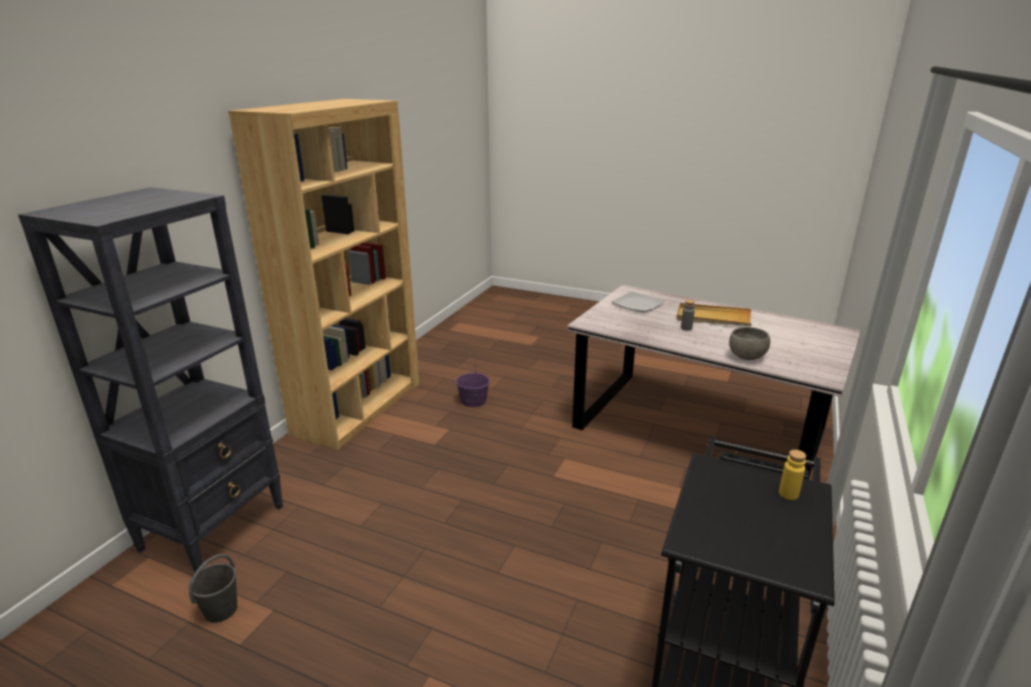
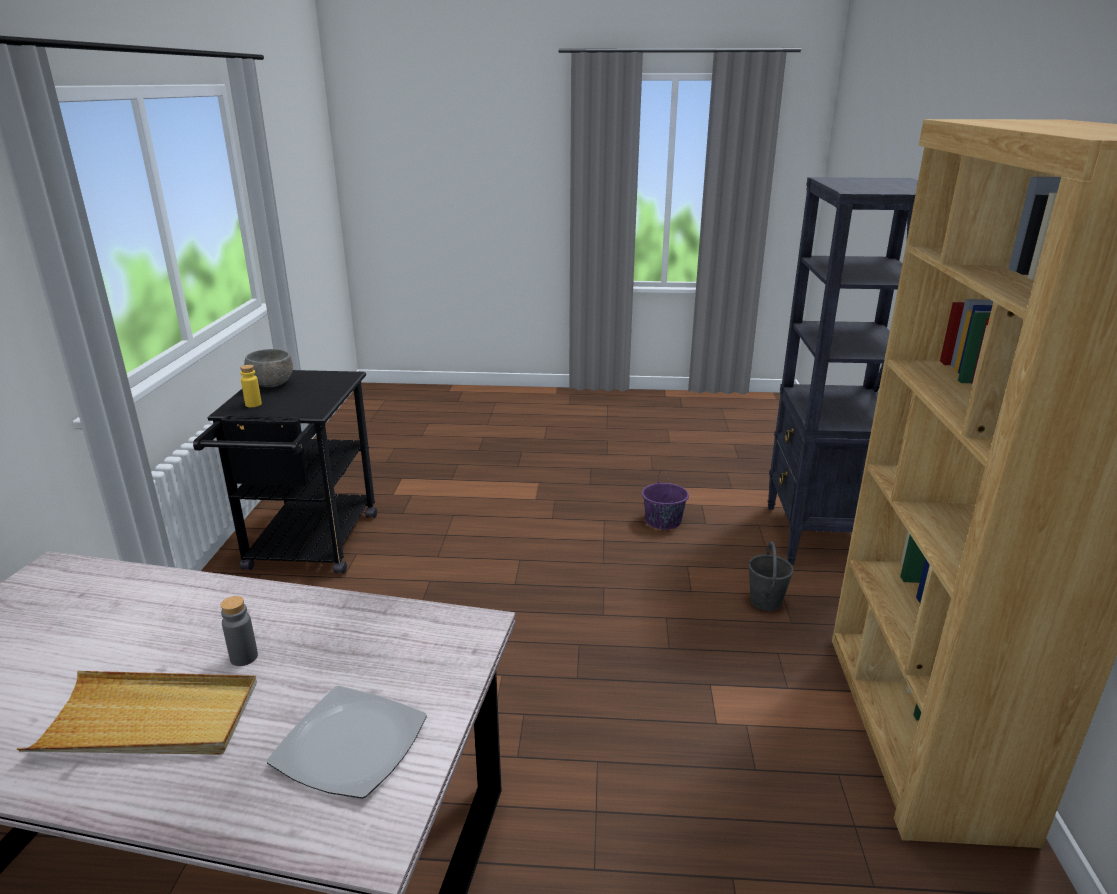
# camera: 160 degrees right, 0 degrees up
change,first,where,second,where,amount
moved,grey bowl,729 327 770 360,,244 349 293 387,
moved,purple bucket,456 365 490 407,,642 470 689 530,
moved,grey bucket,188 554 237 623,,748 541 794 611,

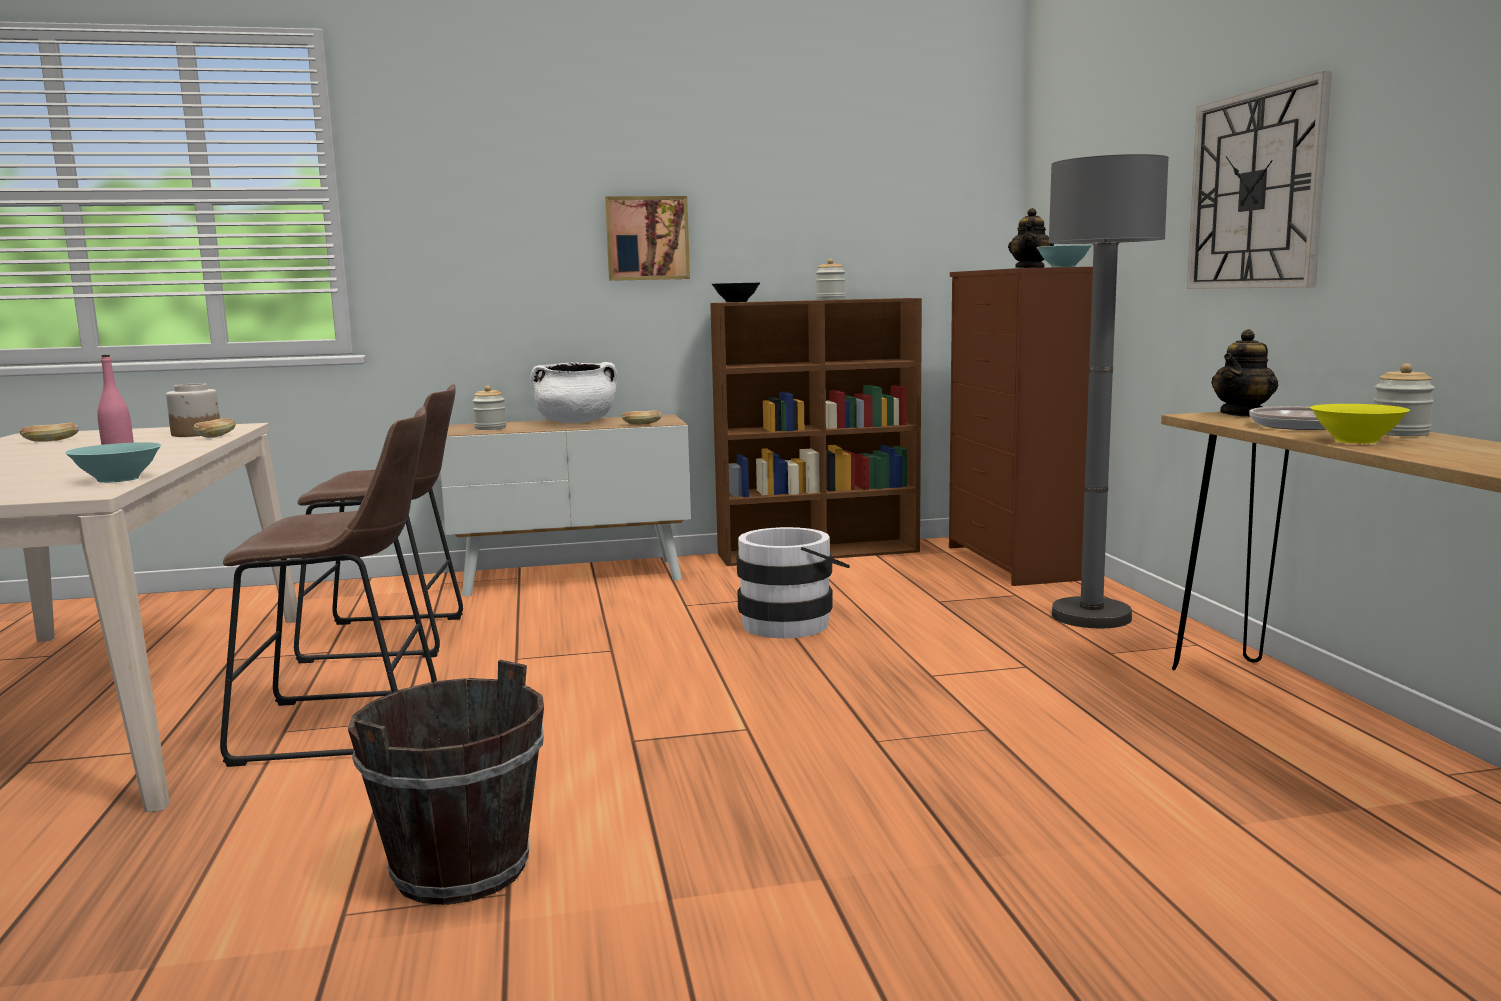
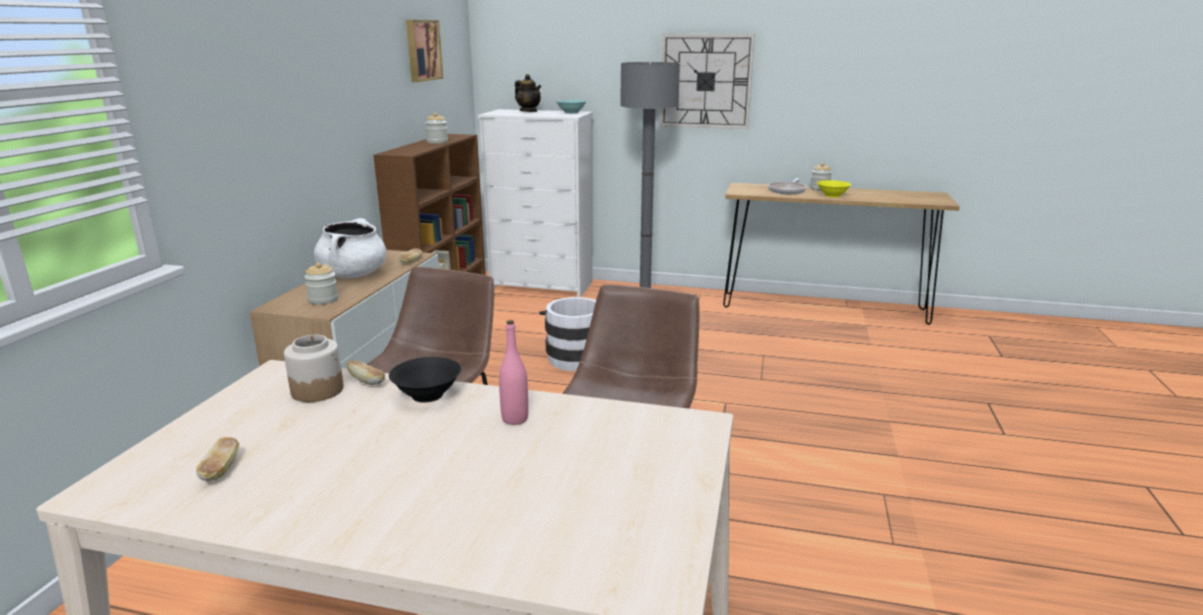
# camera: 65 degrees left, 10 degrees up
change,first,where,second,where,amount
moved,black bowl,712 283 760 302,,389 357 461 402,
moved,picture,605 196 690 281,,406 20 443 82,
recoloured,brown dresser,949 267 1093 586,white dresser,478 109 593 297,
removed,turquoise bowl,65 442 161 483,,,
removed,brown bucket,348 660 544 905,,,
removed,teapot,1211 329 1278 417,,,

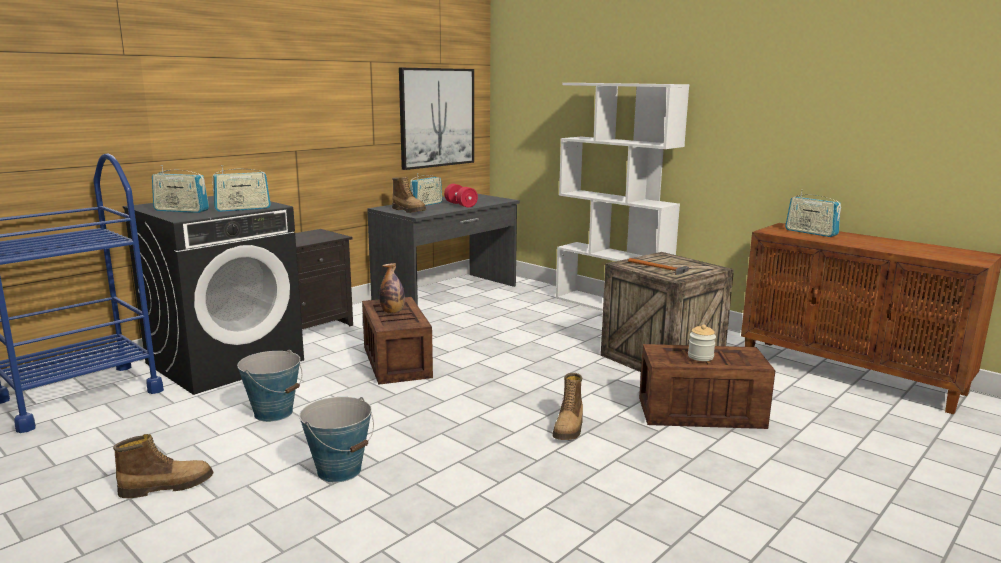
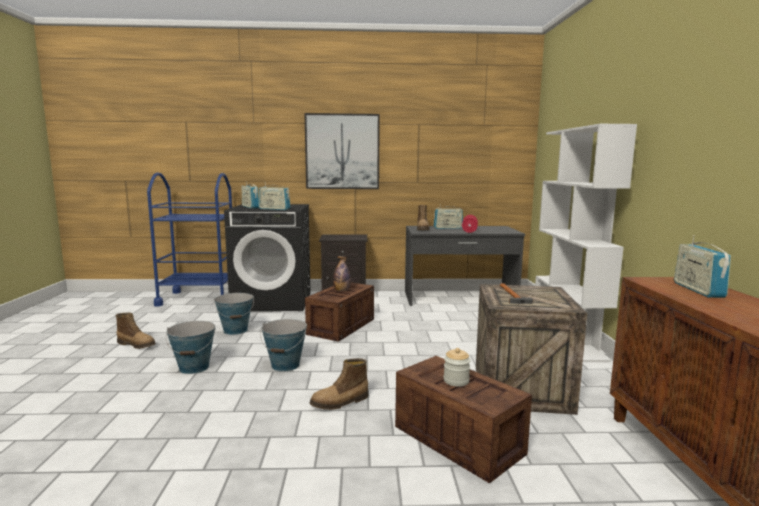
# camera: 45 degrees right, 5 degrees down
change,first,where,second,where,amount
added,,,bucket,260 319 307 372,
moved,picture,399 68 474 170,,305 113 380 189,

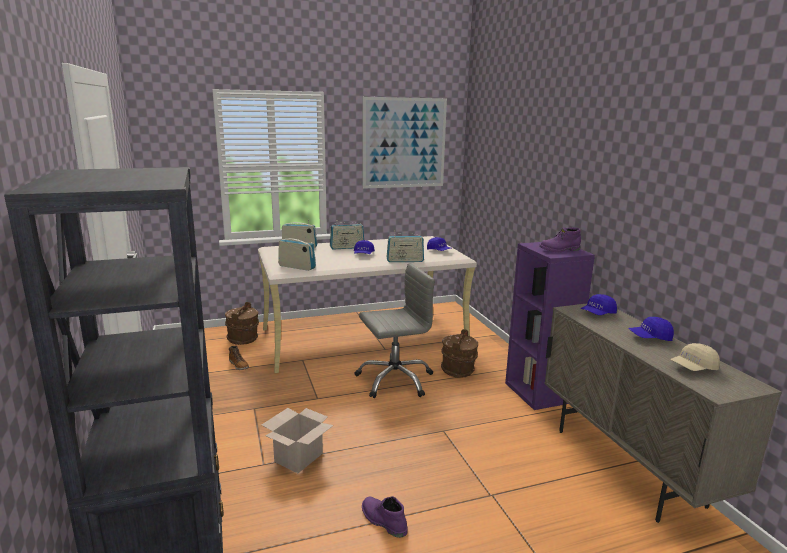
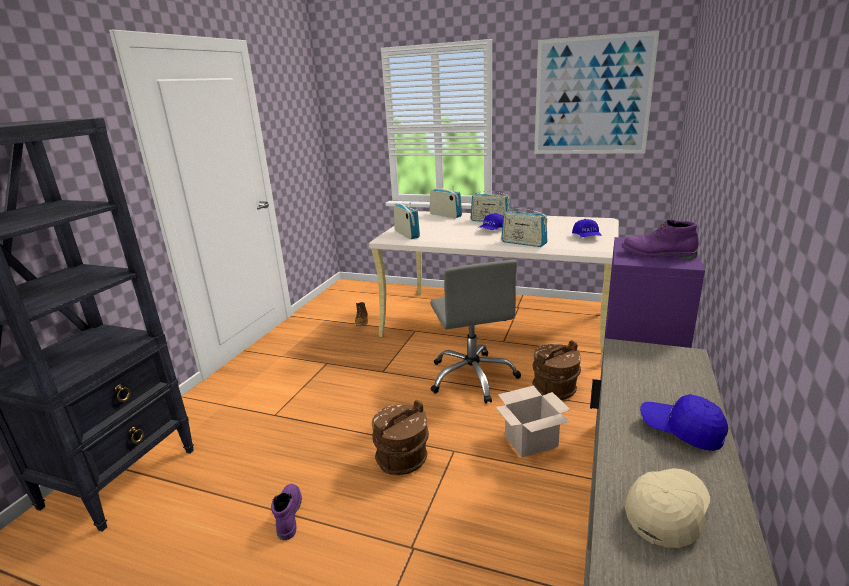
# camera: 40 degrees right, 5 degrees up
change,first,where,second,where,amount
moved,brown bucket,225 302 259 345,,372 400 429 475,
turned,grey office chair,354 263 435 398,,430 260 521 403,60 degrees clockwise
moved,cardboard box,262 408 334 473,,496 385 571 458,
turned,beige cap,670 343 720 371,,625 468 710 548,120 degrees clockwise
removed,blue cap,581 294 617 315,,,

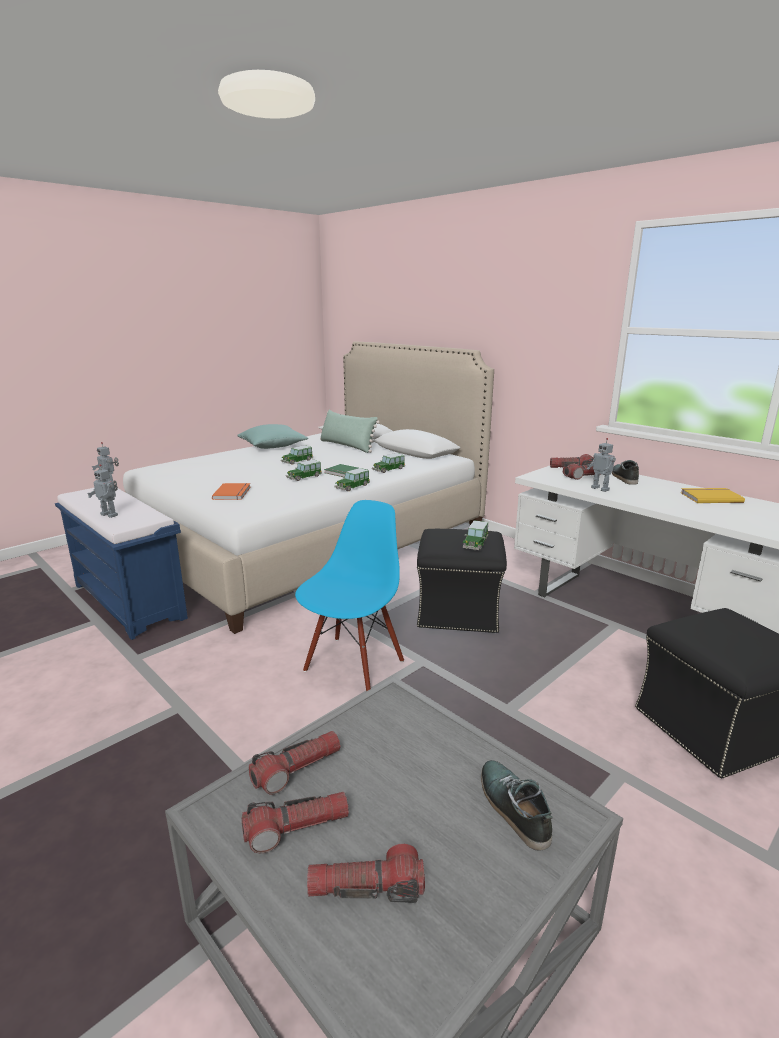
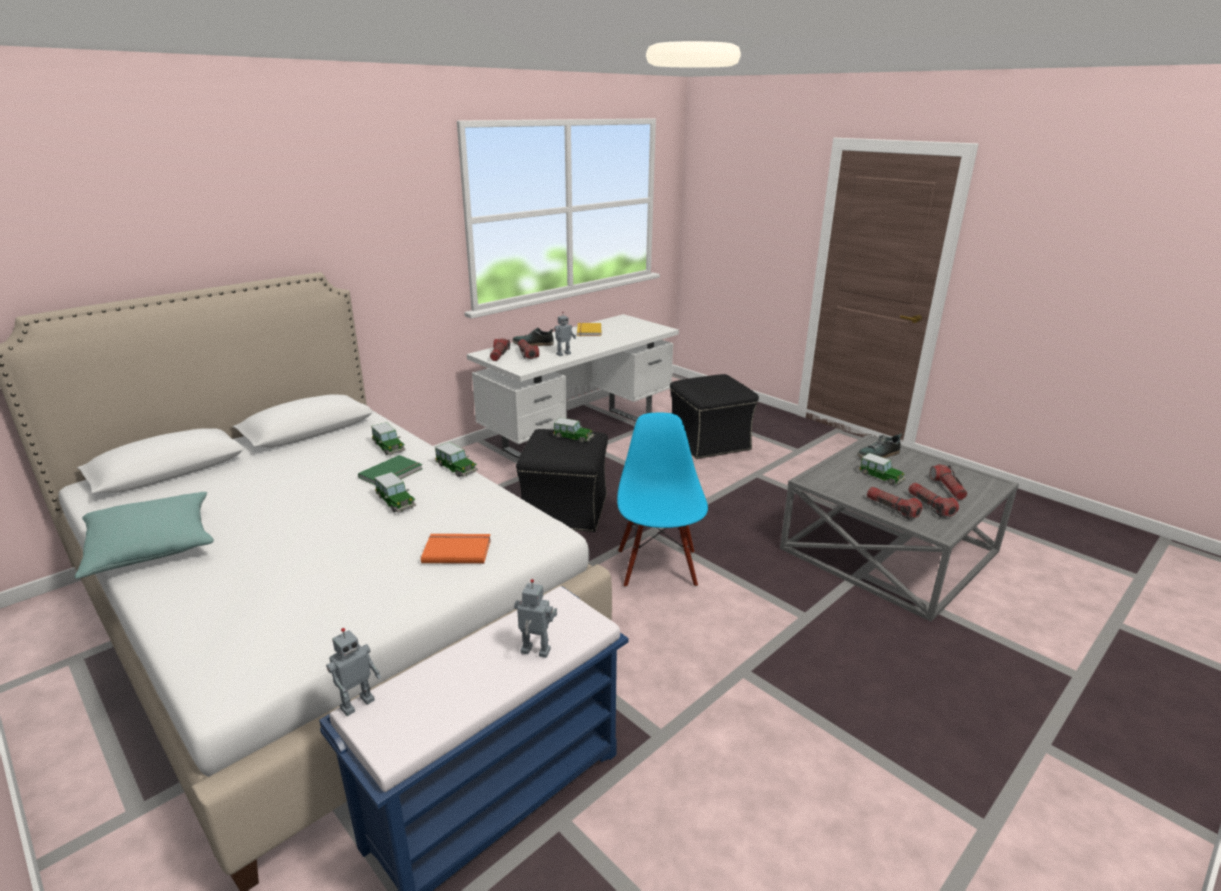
# camera: 90 degrees left, 5 degrees up
change,first,where,second,where,amount
turned,toy robot,87 464 118 518,,514 579 557 658,105 degrees counterclockwise
turned,blue chair,295 500 404 691,,617 413 708 588,60 degrees clockwise
moved,toy car,281 445 313 465,,858 453 906 485,
removed,green pillow,320 410 380 453,,,

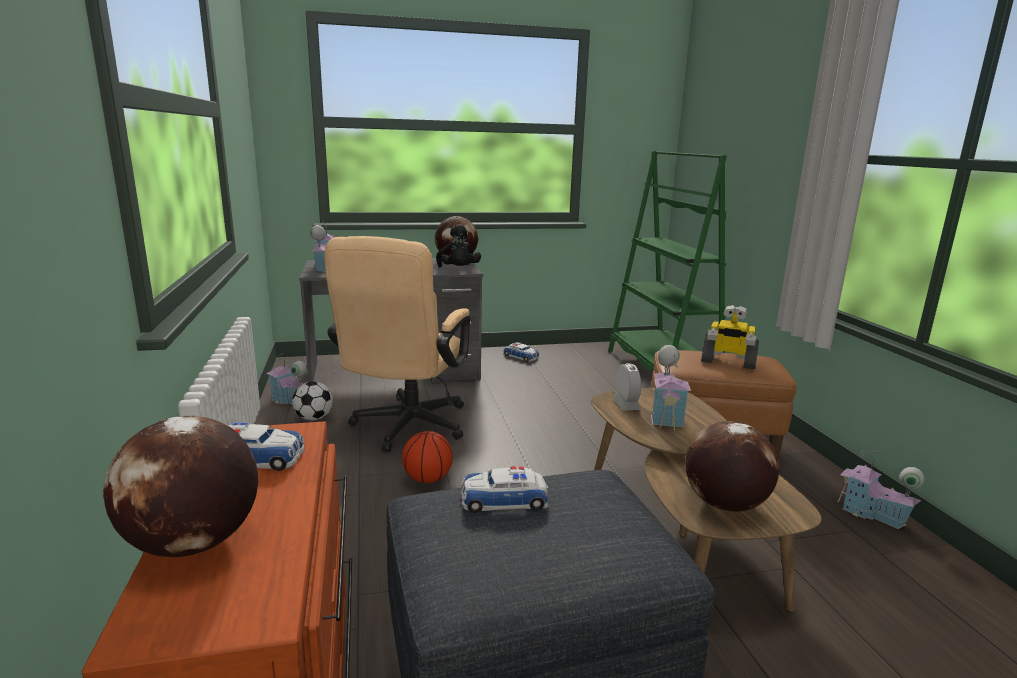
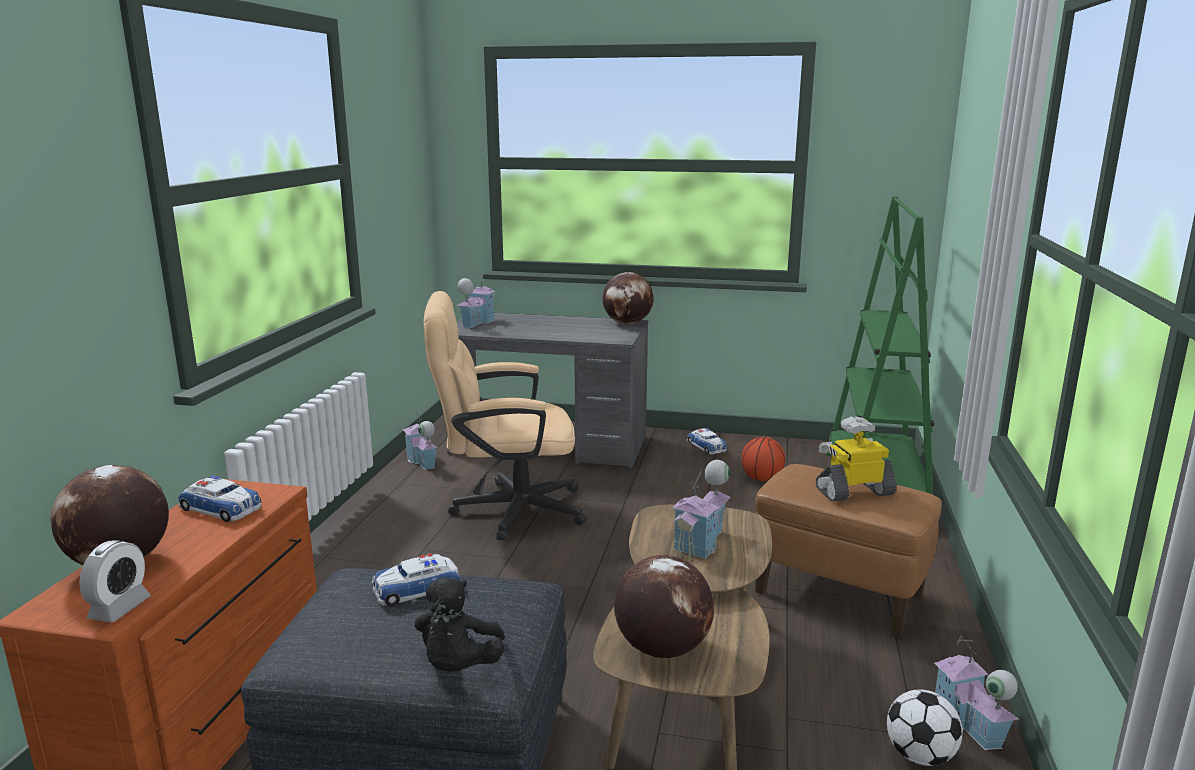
# camera: 25 degrees right, 0 degrees up
change,first,where,second,where,amount
moved,alarm clock,613 363 641 411,,79 540 151 623,
turned,toy car,461 466 548 513,,372 554 461 607,45 degrees counterclockwise
moved,black plush toy,436 224 481 267,,414 577 505 672,
turned,beige office chair,324 236 470 452,,424 291 587 541,45 degrees clockwise
moved,basketball,402 431 453 483,,741 437 785 481,
turned,toy robot,701 305 759 369,,816 416 897 501,120 degrees clockwise
moved,football,292 381 333 420,,887 689 963 766,

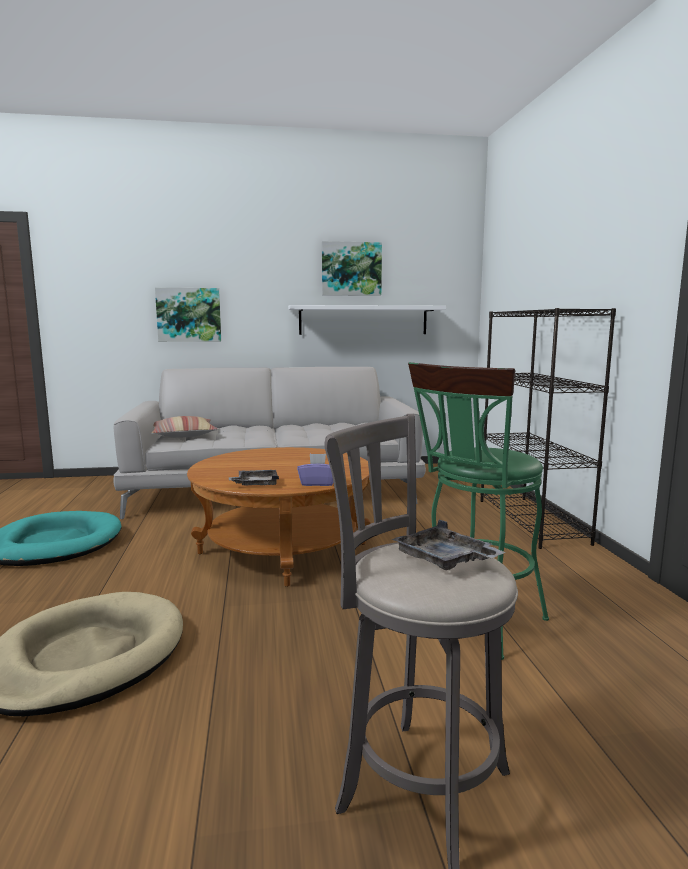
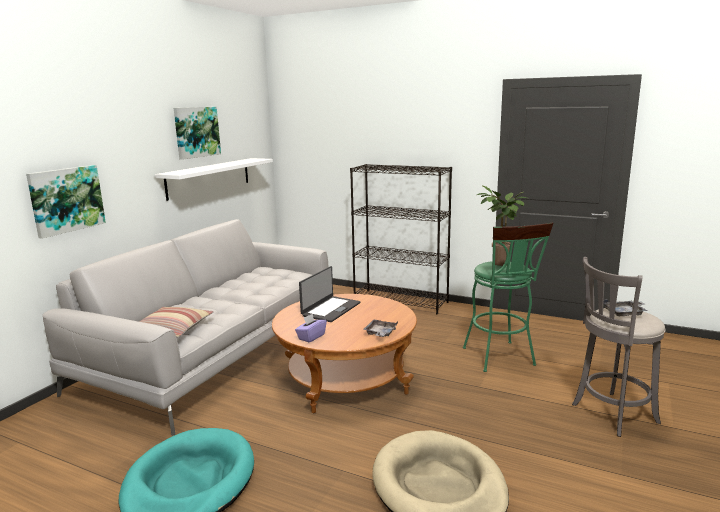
# camera: 55 degrees left, 5 degrees up
change,first,where,second,where,amount
moved,purple tissue box,297 454 333 486,,295 313 327 342,
added,,,laptop,299 266 360 322,
added,,,potted plant,477 186 527 266,

